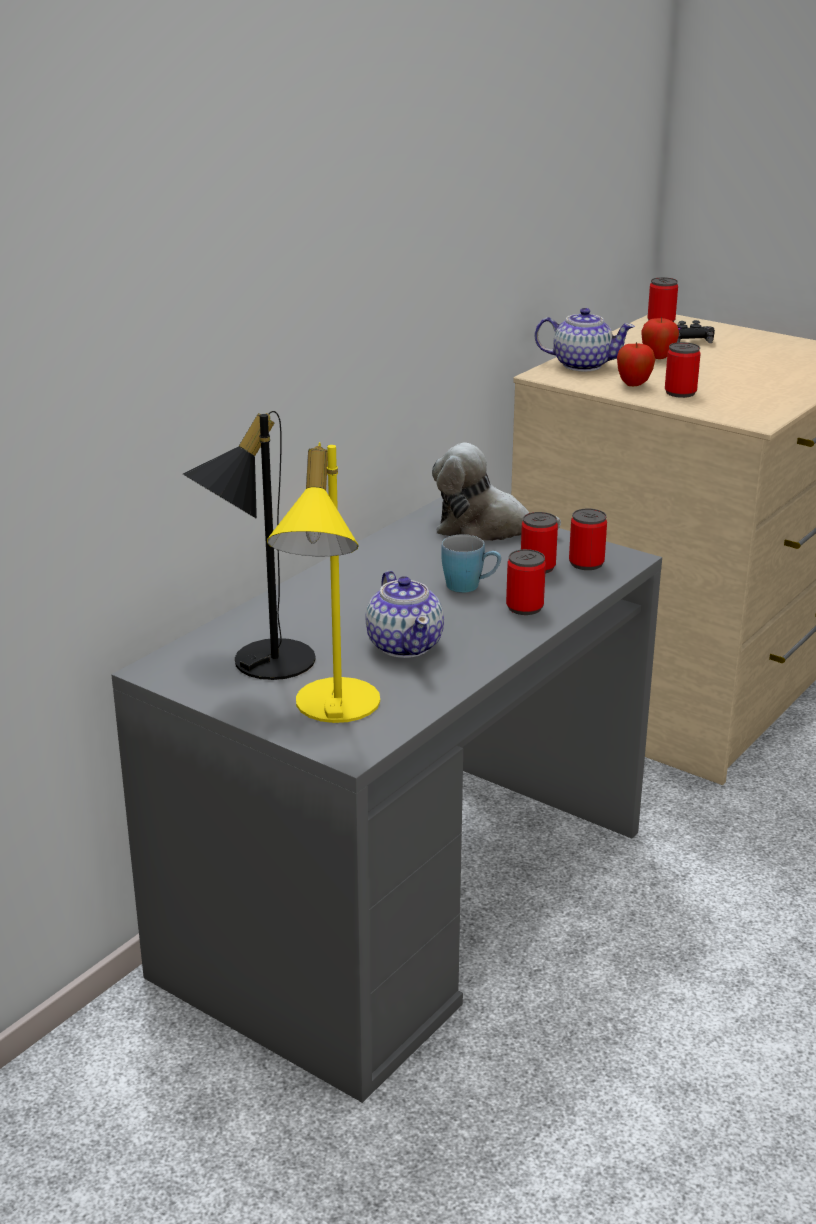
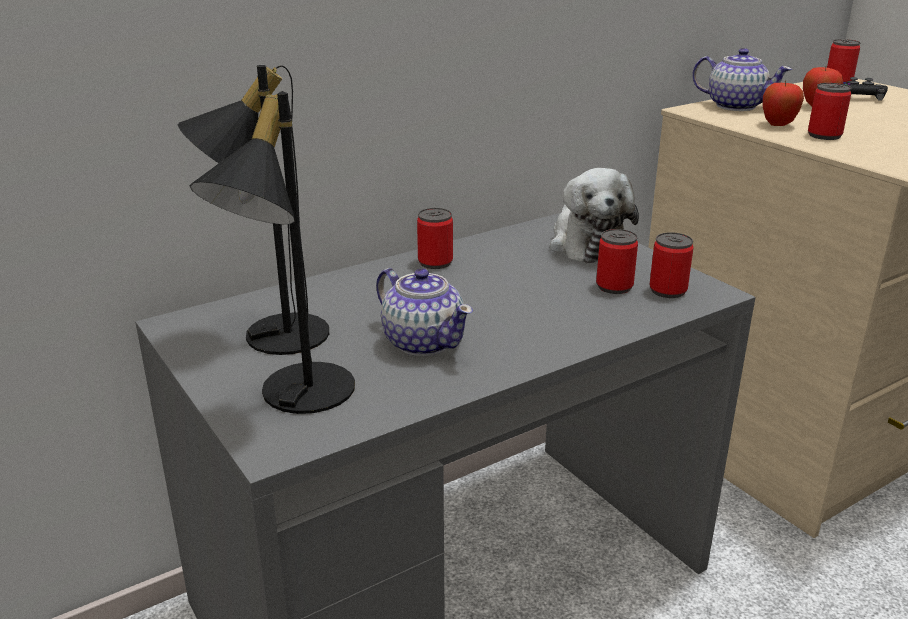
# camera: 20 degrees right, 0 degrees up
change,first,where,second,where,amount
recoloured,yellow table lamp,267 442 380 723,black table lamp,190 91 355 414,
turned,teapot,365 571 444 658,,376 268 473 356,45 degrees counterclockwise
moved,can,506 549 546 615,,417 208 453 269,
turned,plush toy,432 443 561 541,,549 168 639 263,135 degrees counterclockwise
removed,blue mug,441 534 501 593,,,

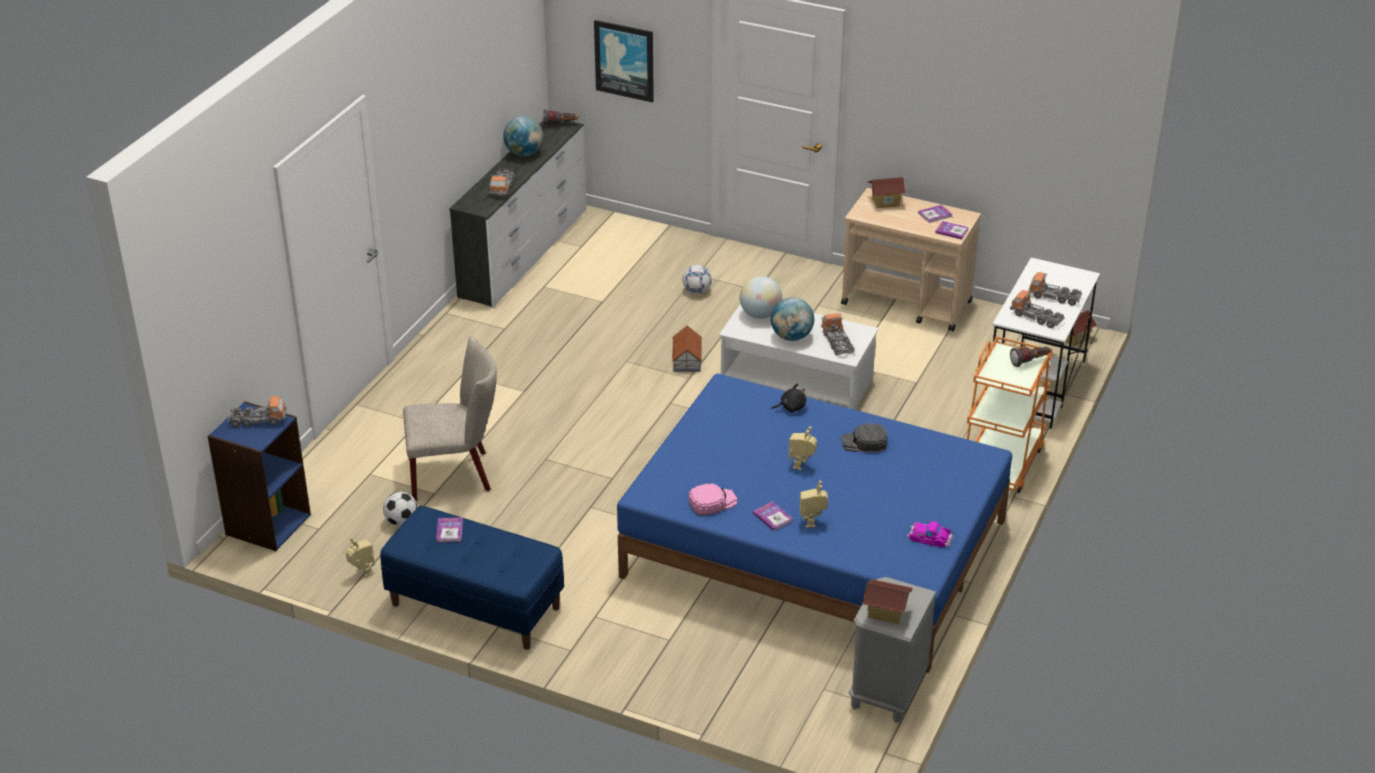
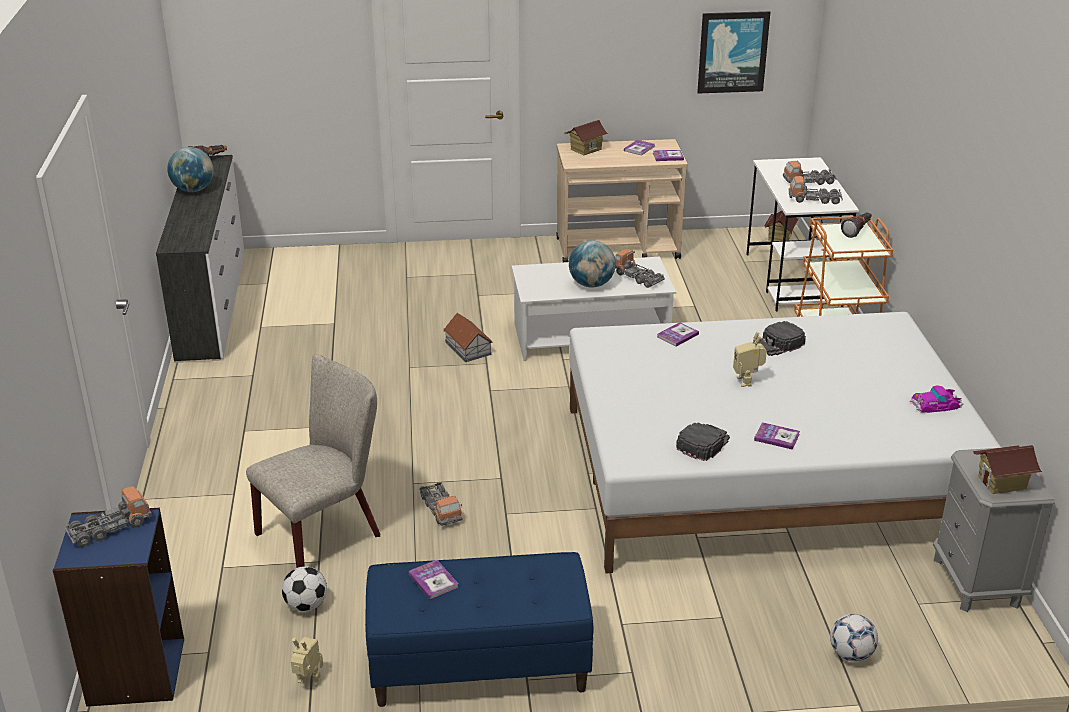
# camera: 30 degrees left, 5 degrees down
change,first,where,second,where,amount
moved,toy truck,488 169 515 196,,420 482 463 526,
recoloured,blue bed,617 374 1012 673,white bed,569 312 1002 573,
replaced,black plush toy,771 384 806 412,book,657 322 699 346,
recoloured,pink cap,688 483 738 516,black cap,676 422 730 461,
moved,picture,594 20 654 103,,697 11 770 93,
moved,football,683 265 712 294,,830 614 878 662,
removed,globe,740 276 782 319,,,
removed,toy robot,800 481 828 528,,,

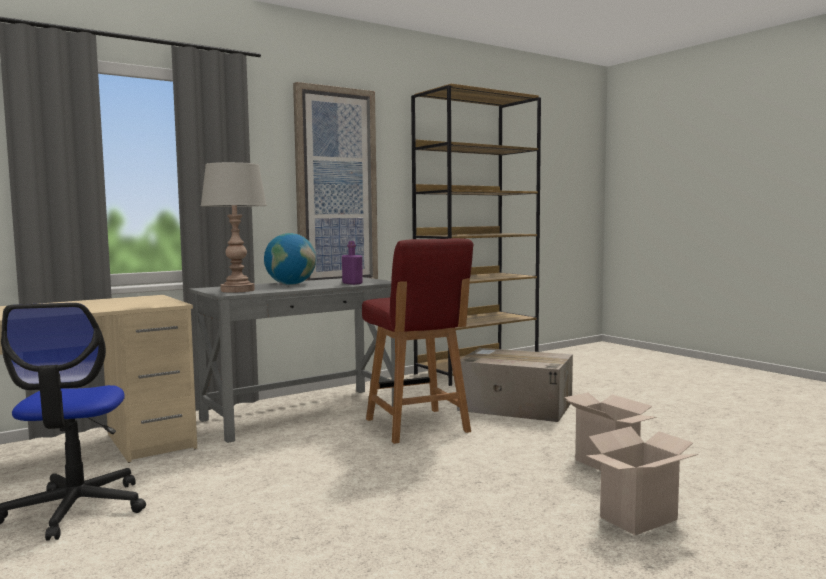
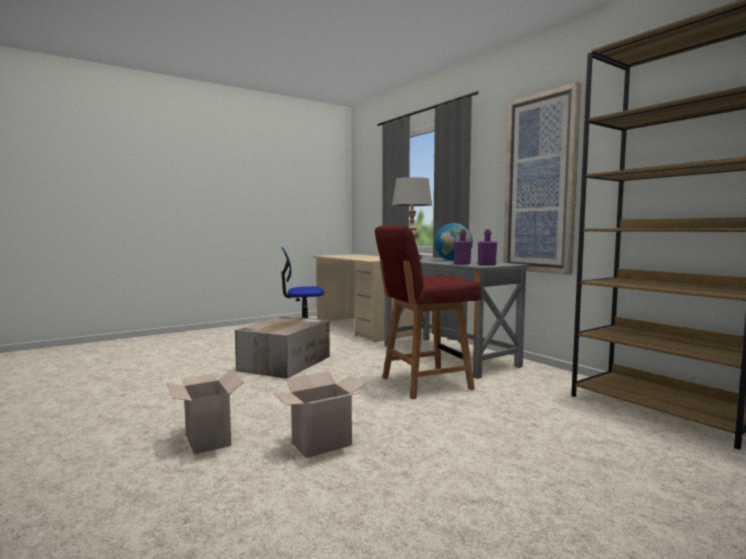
# camera: 90 degrees right, 0 degrees up
change,first,where,second,where,amount
moved,cardboard box,457 348 573 422,,235 316 330 379,
added,,,purple bottle,478 229 497 266,

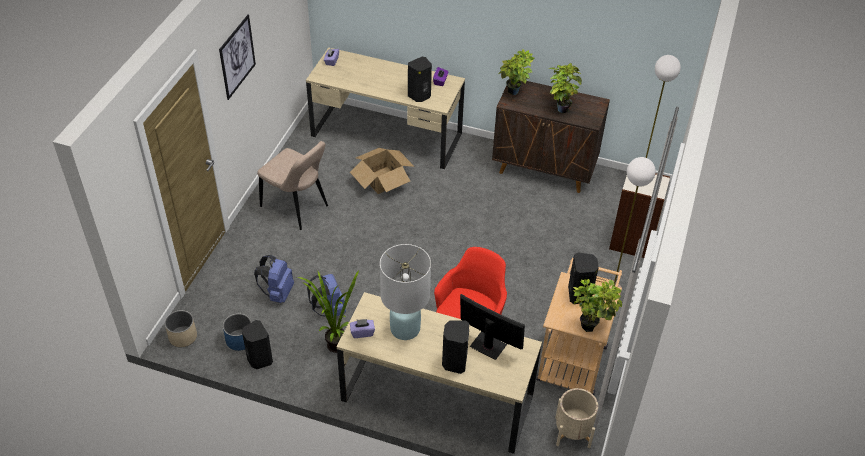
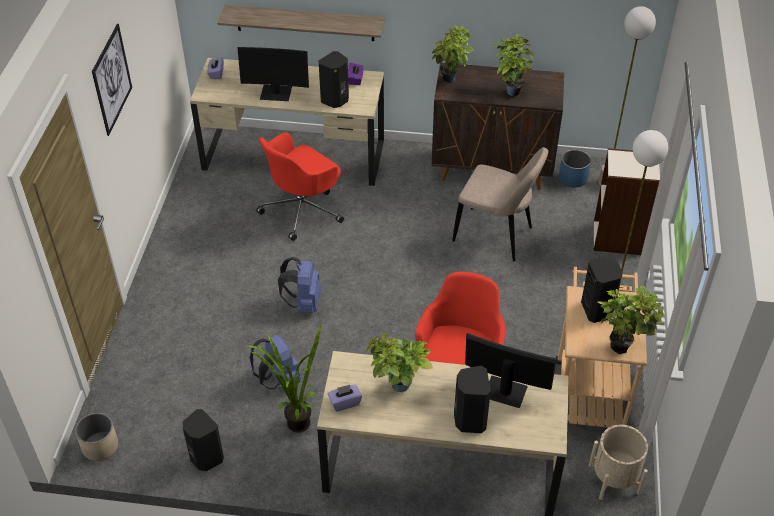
# camera: 10 degrees left, 0 degrees up
change,first,where,second,where,amount
added,,,shelf,217 5 385 41,
added,,,monitor,238 47 309 101,
replaced,cardboard box,350 148 415 194,red office chair,256 132 344 241,
moved,blue backpack,254 255 294 303,,278 257 321 313,
replaced,white table lamp,380 244 431 340,potted plant,366 333 433 392,
moved,beige chair,257 141 328 230,,452 147 549 261,
moved,blue planter,223 314 251 351,,559 150 591 188,

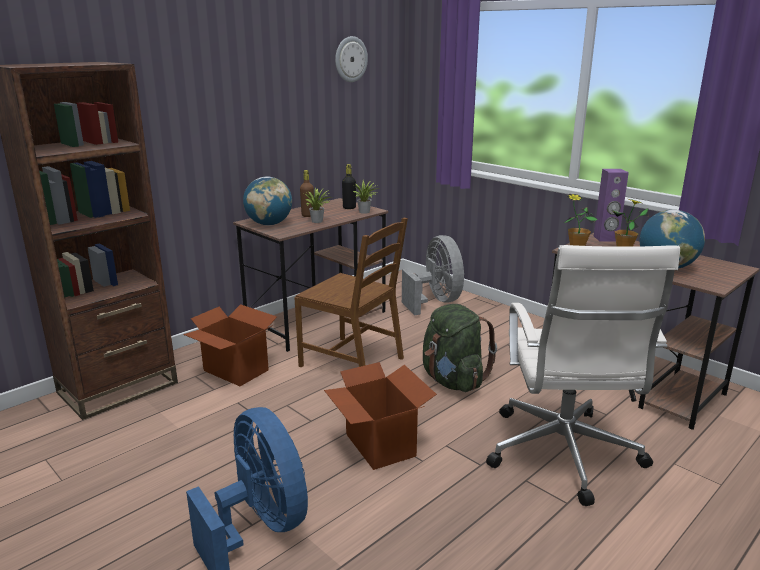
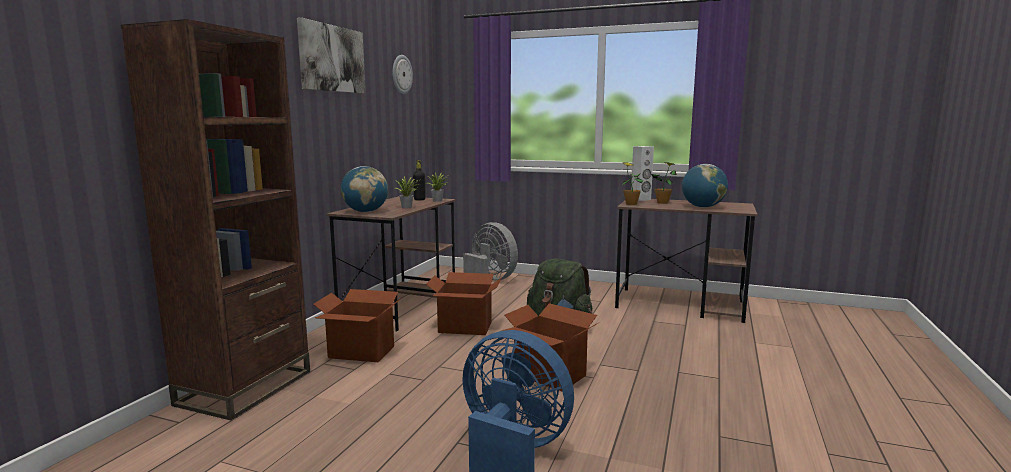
# camera: 25 degrees left, 10 degrees down
change,first,where,second,where,amount
added,,,picture,297 17 366 94,
replaced,brown chair,294 218 408 368,cardboard box,426 272 501 335,
recoloured,purple speaker,594 169 629 242,white speaker,631 146 654 201,
removed,brown bottle,300 170 314 217,,,
removed,white office chair,486 245 680 506,,,

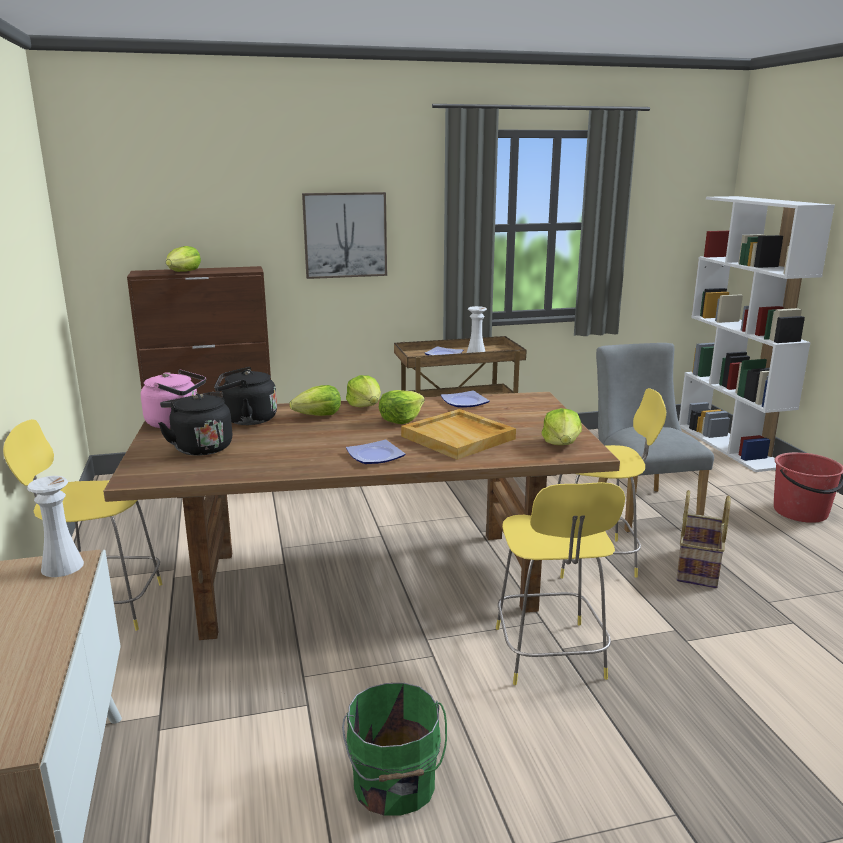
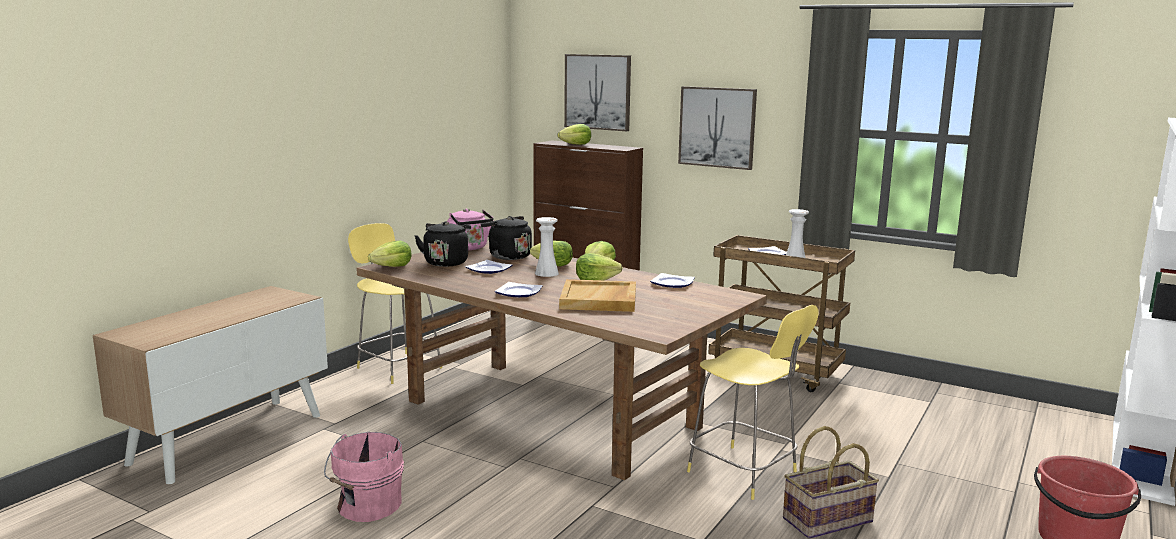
# camera: 45 degrees right, 5 degrees down
change,first,where,second,where,amount
recoloured,green bucket,342 683 447 815,pink bucket,324 432 404 522,
moved,lettuce,541 408 582 445,,368 241 412 267,
added,,,plate,465 260 512 274,
moved,white vase,27 476 84 577,,535 217 559 277,
added,,,picture,564 54 631 131,
removed,yellow stool,496 482 625 685,,,
removed,grey chair,596 343 714 532,,,

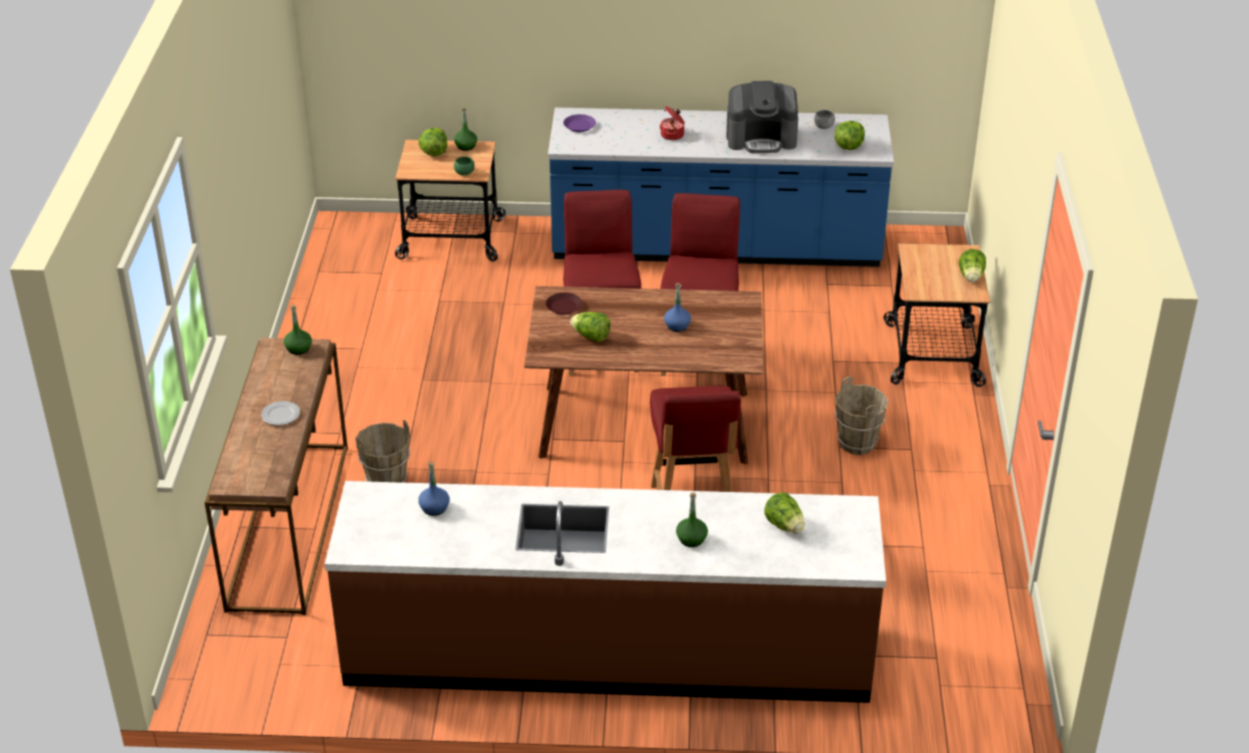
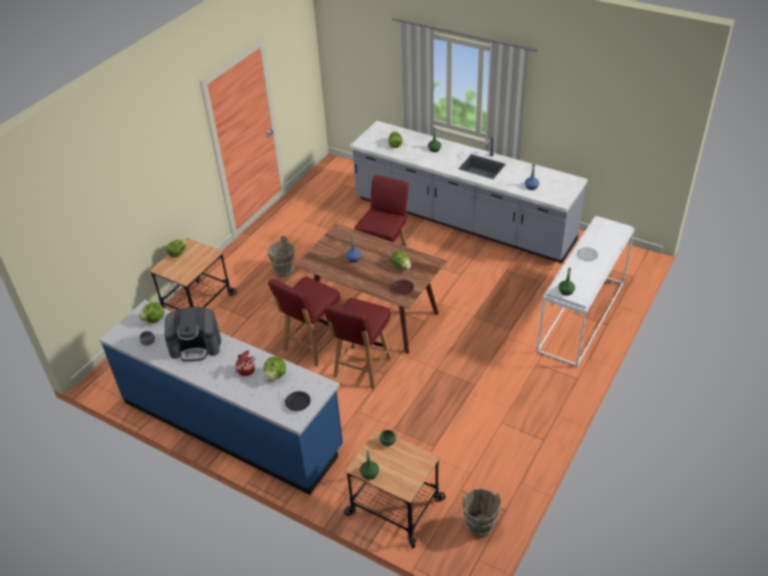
# camera: 150 degrees left, 5 degrees up
change,first,where,second,where,amount
turned,coffee machine,726 81 798 153,,165 307 221 362,150 degrees clockwise
moved,lettuce,418 128 447 156,,263 356 286 381,
recoloured,purple plate,563 114 596 132,black plate,285 391 311 411,
recoloured,brown counter,325 481 886 703,grey counter,350 121 588 263,
moved,brown bucket,355 420 410 483,,463 488 501 537,
recoloured,brown console table,205 338 348 615,white console table,536 216 635 367,

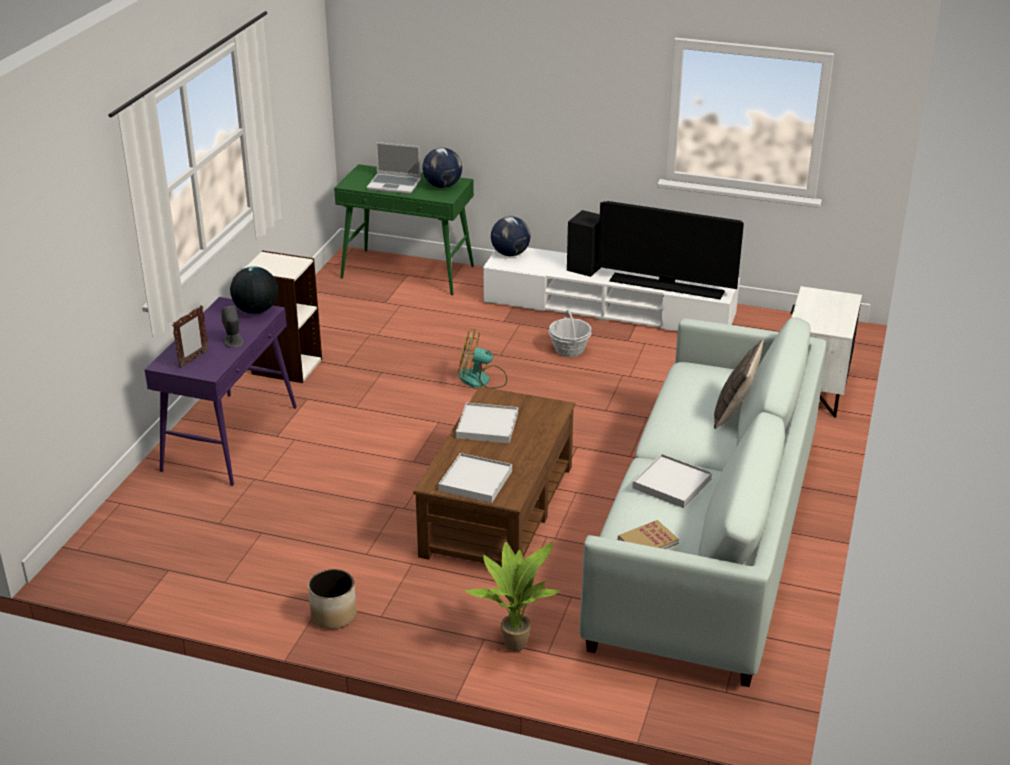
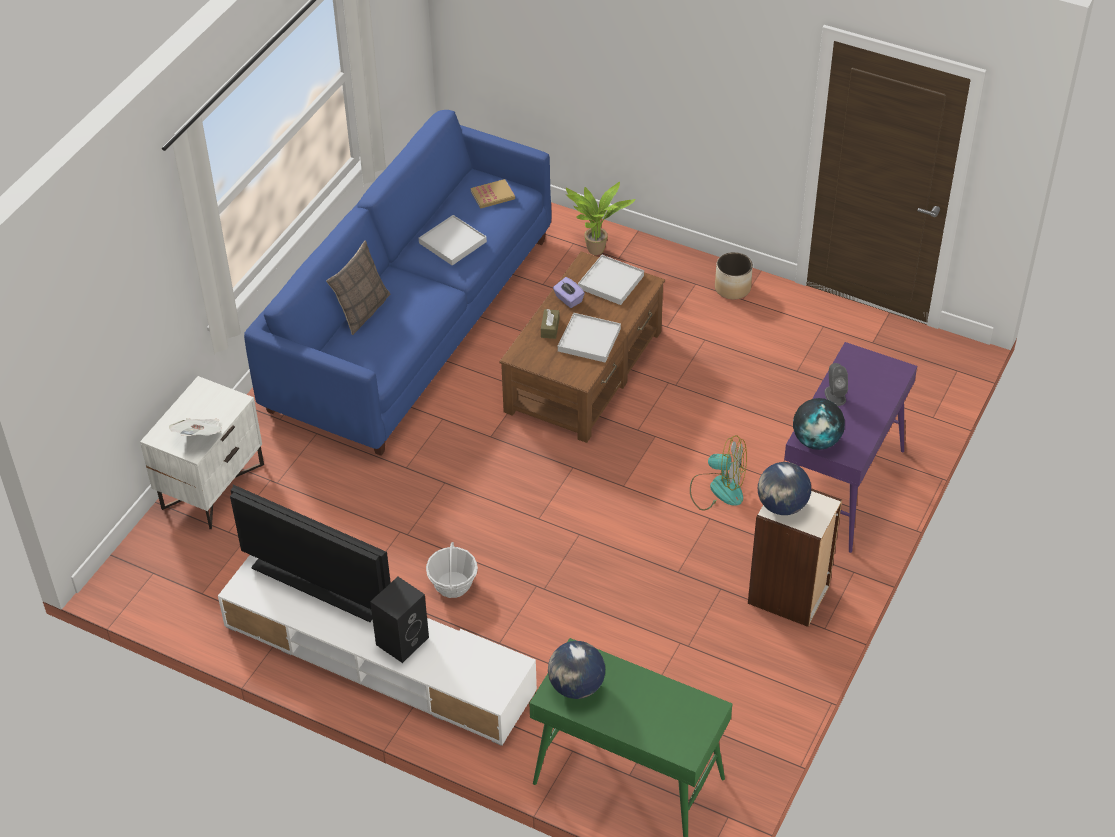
# camera: 170 degrees left, 15 degrees up
change,first,where,second,where,amount
added,,,newspaper,169 418 222 436,
recoloured,white sofa,579 317 826 687,blue sofa,244 110 551 456,
added,,,brown tissue box,541 309 559 339,
added,,,purple tissue box,553 277 585 308,
moved,fan,458 329 507 389,,690 435 747 511,
moved,globe,491 216 531 256,,758 462 811 515,
removed,picture frame,172 305 209 368,,,
removed,laptop,367 142 421 194,,,

